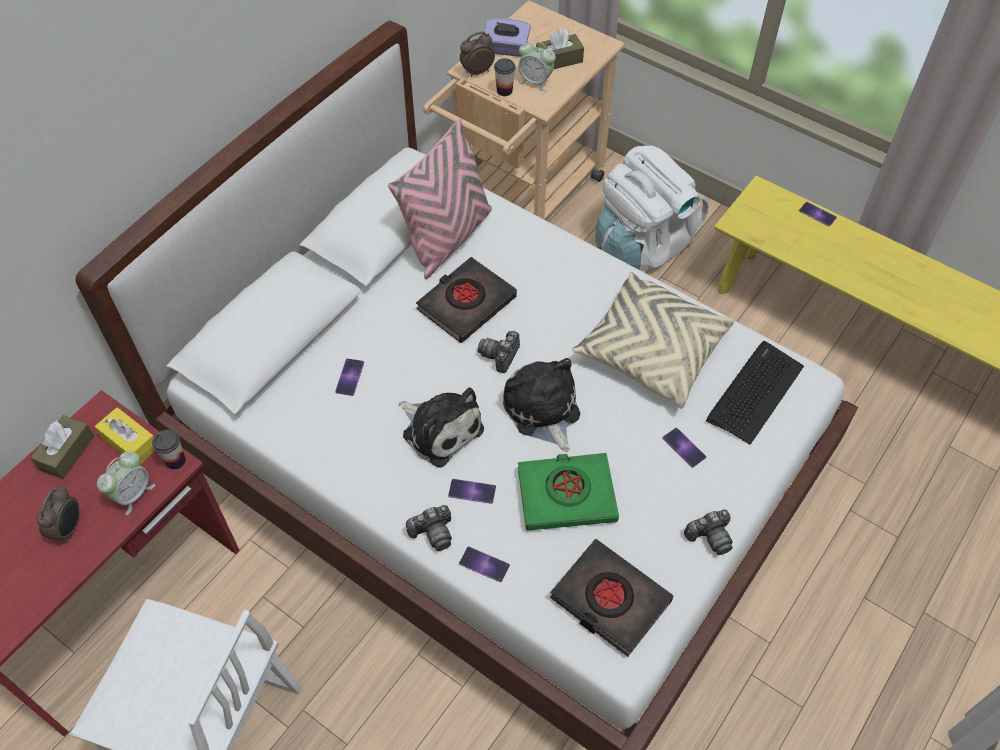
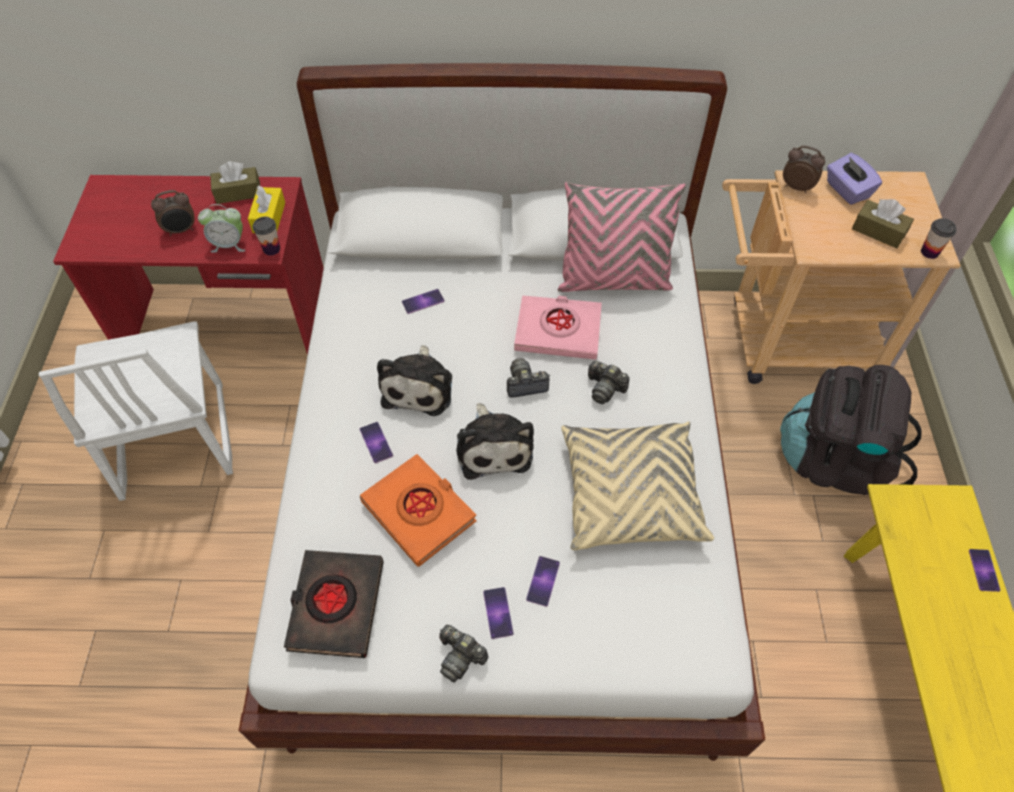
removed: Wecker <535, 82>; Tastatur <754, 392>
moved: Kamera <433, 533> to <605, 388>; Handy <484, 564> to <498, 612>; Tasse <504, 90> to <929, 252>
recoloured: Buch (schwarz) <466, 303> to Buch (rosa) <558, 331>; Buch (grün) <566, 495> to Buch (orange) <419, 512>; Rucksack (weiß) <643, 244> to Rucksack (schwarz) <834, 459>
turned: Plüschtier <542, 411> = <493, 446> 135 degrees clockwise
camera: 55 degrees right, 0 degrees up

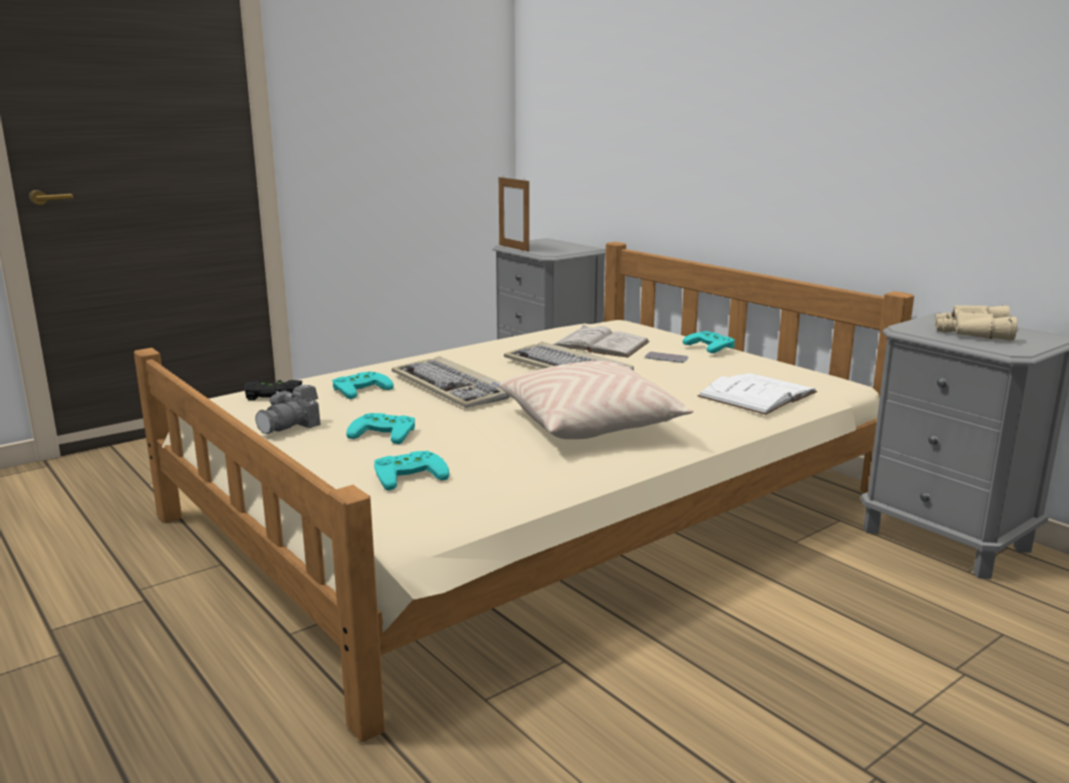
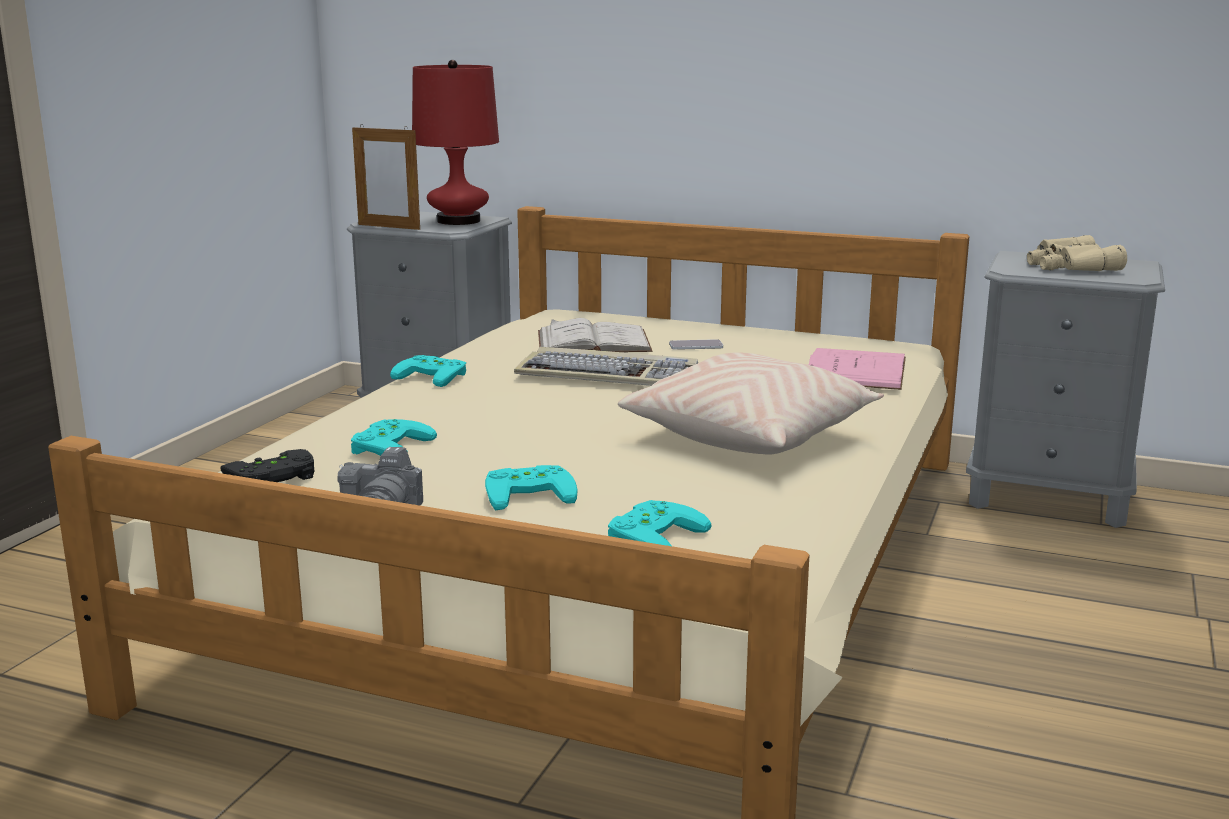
removed: Tastatur <452, 387>
added: Tischlampe (rot) <458, 221>
moved: Gamepad (türkis) <712, 346> to <434, 376>
recoloured: Buch (weiß) <757, 394> to Buch (rosa) <856, 370>
camera: 30 degrees left, 0 degrees up

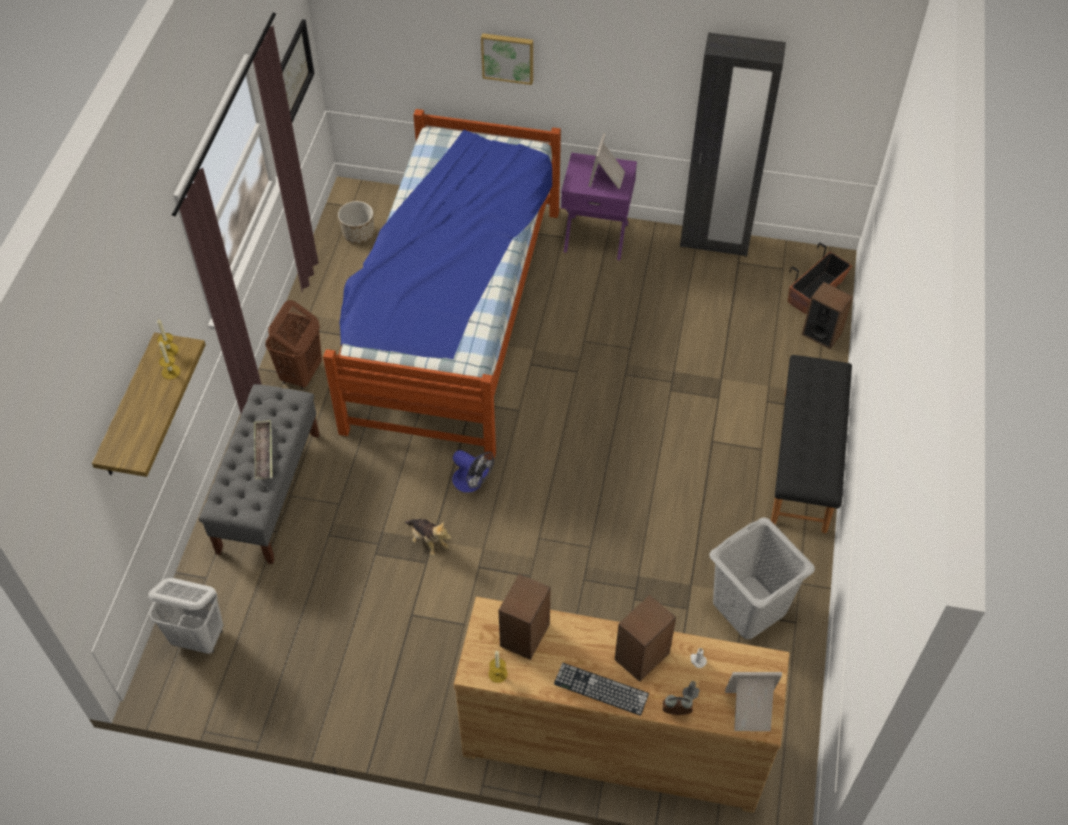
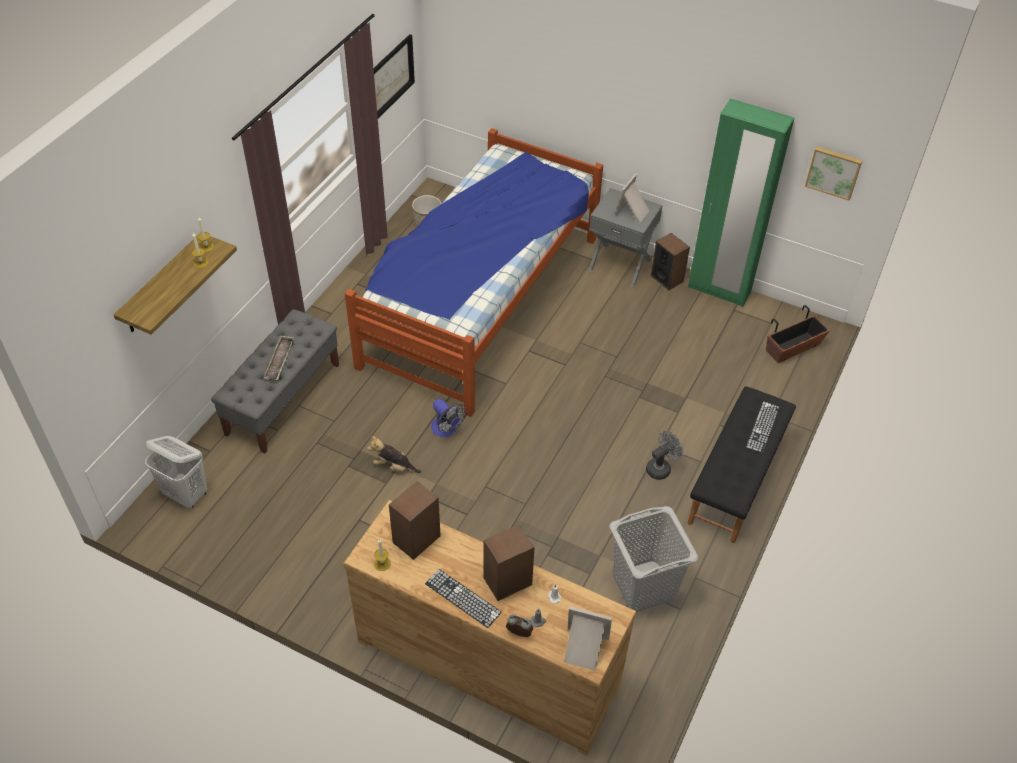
removed: Wäschekorb (braun) <301, 374>
added: Ventilator (grau) <661, 468>; Tastatur <762, 427>
moved: Bild <508, 57> to <833, 172>; Lautsprecher <822, 333> to <667, 278>
recoloured: Nachttisch (lila) <596, 236> to Nachttisch (grau) <620, 264>; Kleiderschrank (schwarz) <714, 242> to Kleiderschrank (grün) <719, 290>
turned: Plüschtier <428, 541> = <394, 466> 135 degrees clockwise
camera: 15 degrees right, 5 degrees down

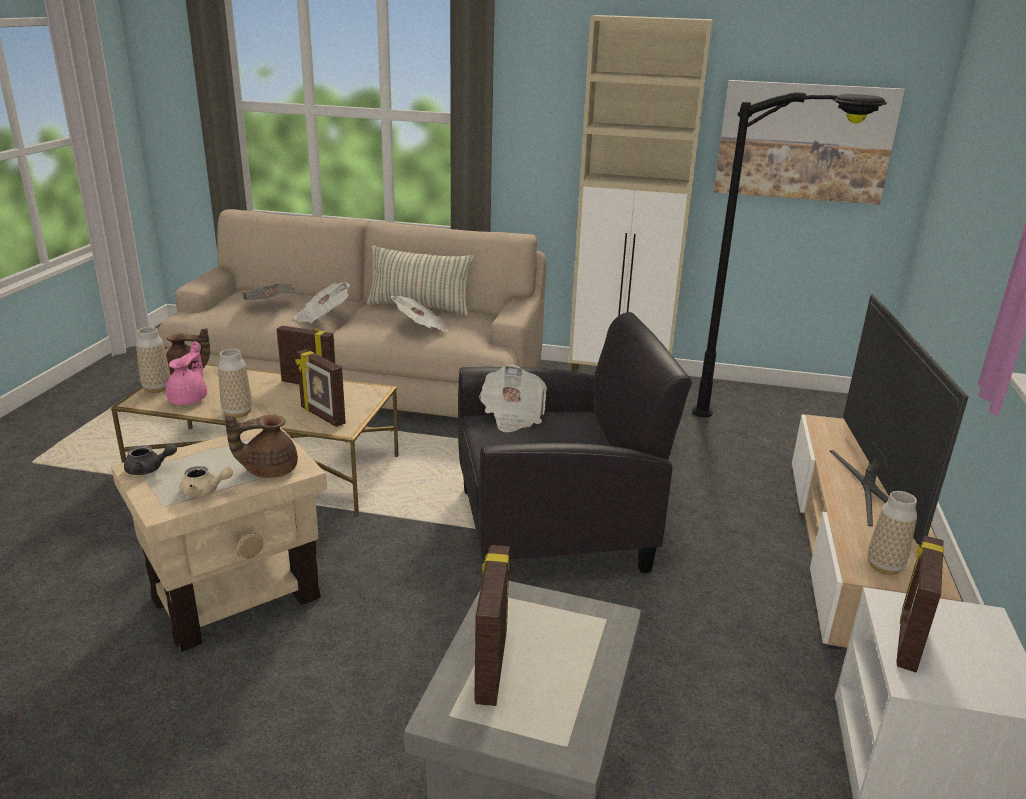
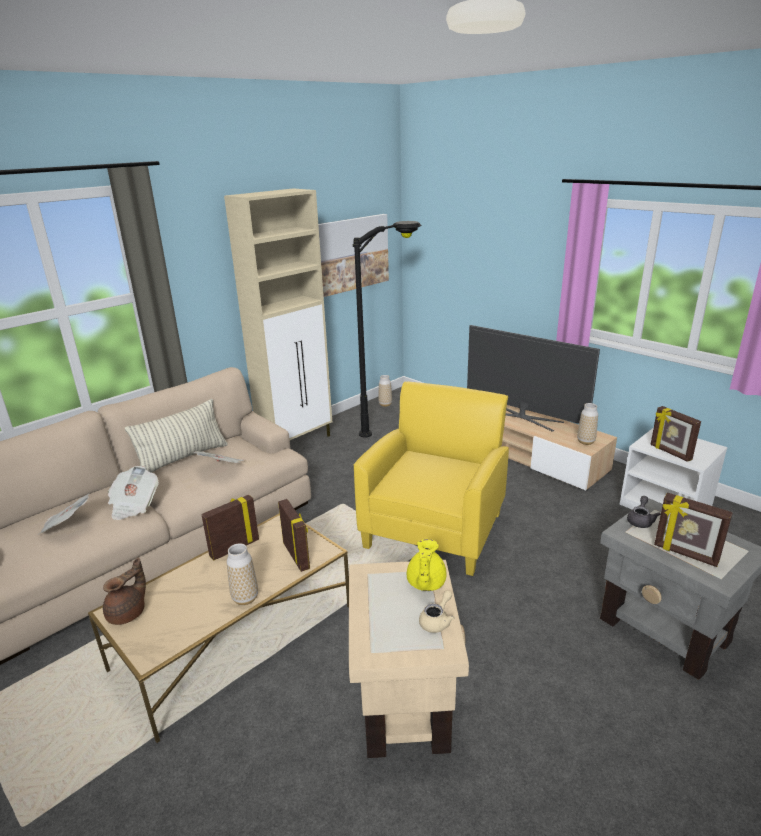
removed: Teekanne (rosa) <189, 399>; Zeitung <512, 416>
moved: Teekanne (grau) <149, 469> to <640, 520>; Vase <157, 389> to <385, 404>
recoloured: Teekanne (braun) <268, 470> to Teekanne (gelb) <425, 583>; Sessel (schwarz) <554, 528> to Sessel (gelb) <435, 529>
turned: Bilderrahmen <322, 416> = <297, 555> 105 degrees counterclockwise
camera: 55 degrees left, 0 degrees up

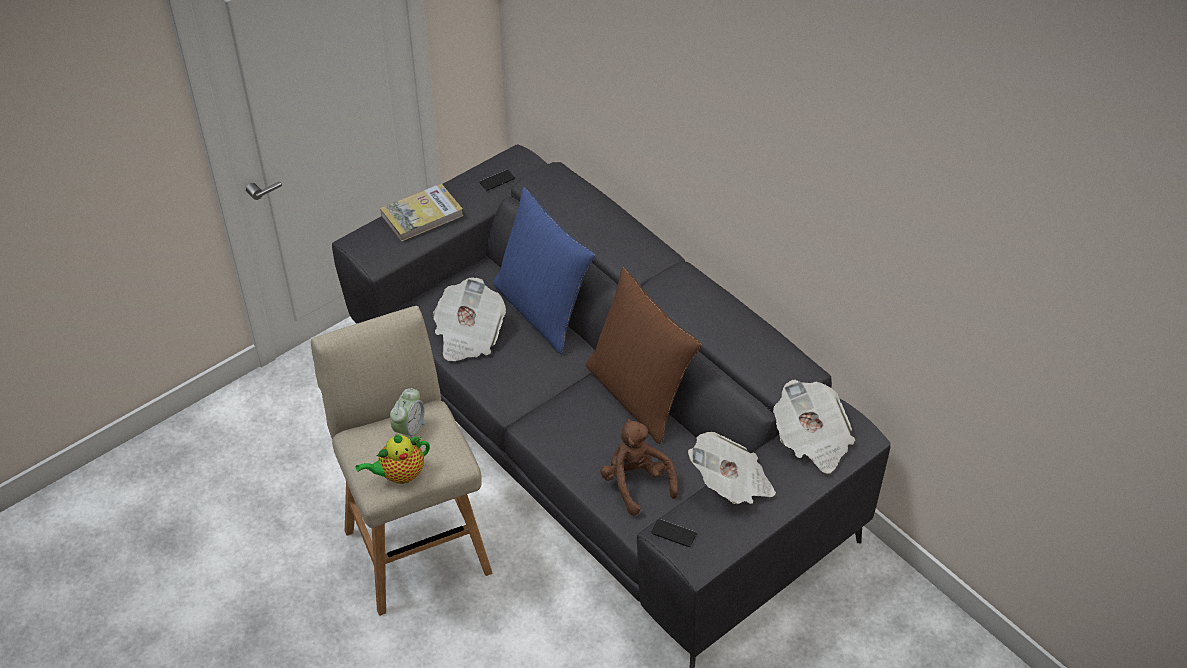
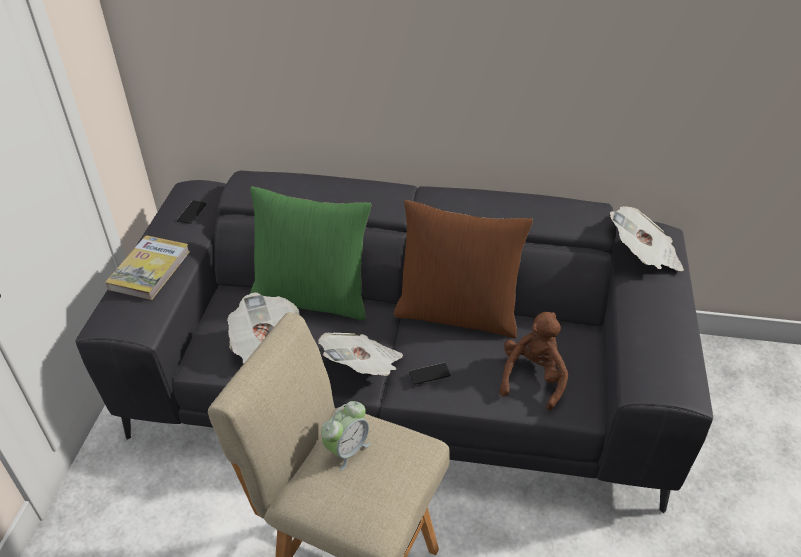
removed: Teekanne <399, 474>
moved: Handy <673, 533> to <429, 374>; Zeitung <731, 484> to <363, 367>
recoloured: Kissen (blau) <542, 310> to Kissen (grün) <312, 297>
turned: Wecker <409, 430> = <347, 450> 60 degrees clockwise; Plüschtier (braun) <636, 483> = <533, 378> 90 degrees clockwise
camera: 40 degrees left, 5 degrees down

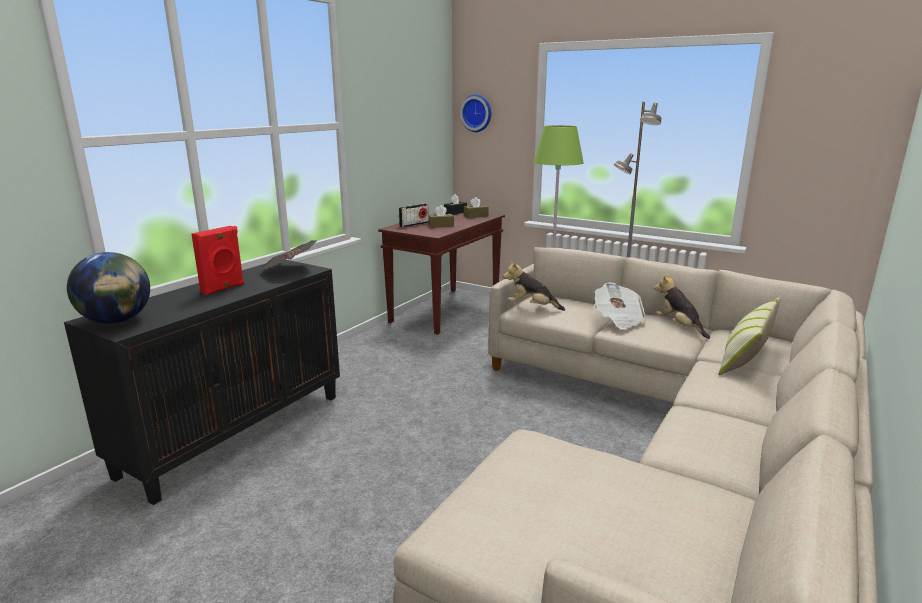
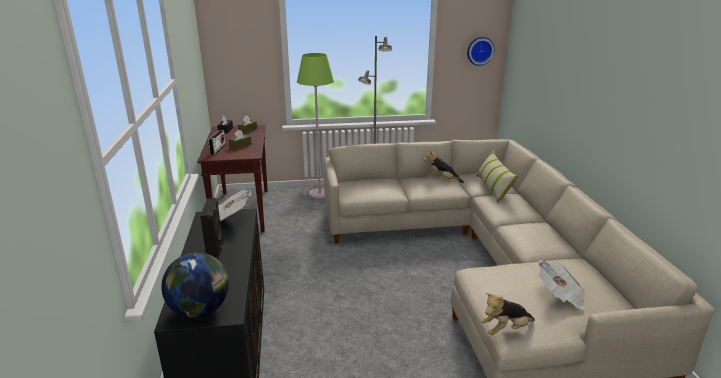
moved: Wanduhr <477, 113> to <479, 50>; Plüschtier <531, 307> to <505, 329>; Zeitung <618, 319> to <560, 295>
recoloured: Lautsprecher (rot) <224, 288> to Lautsprecher (schwarz) <216, 252>
camera: 40 degrees left, 5 degrees up

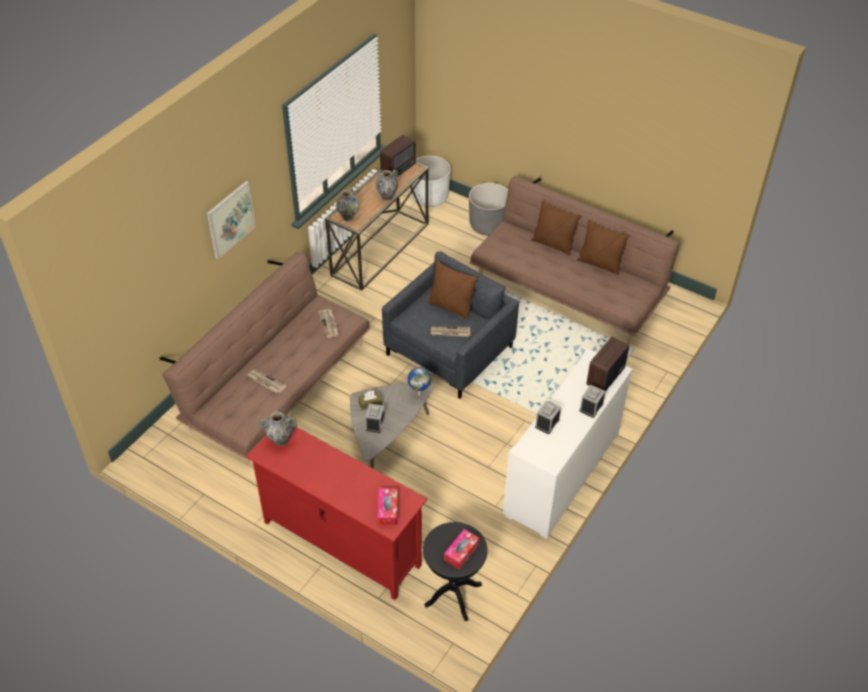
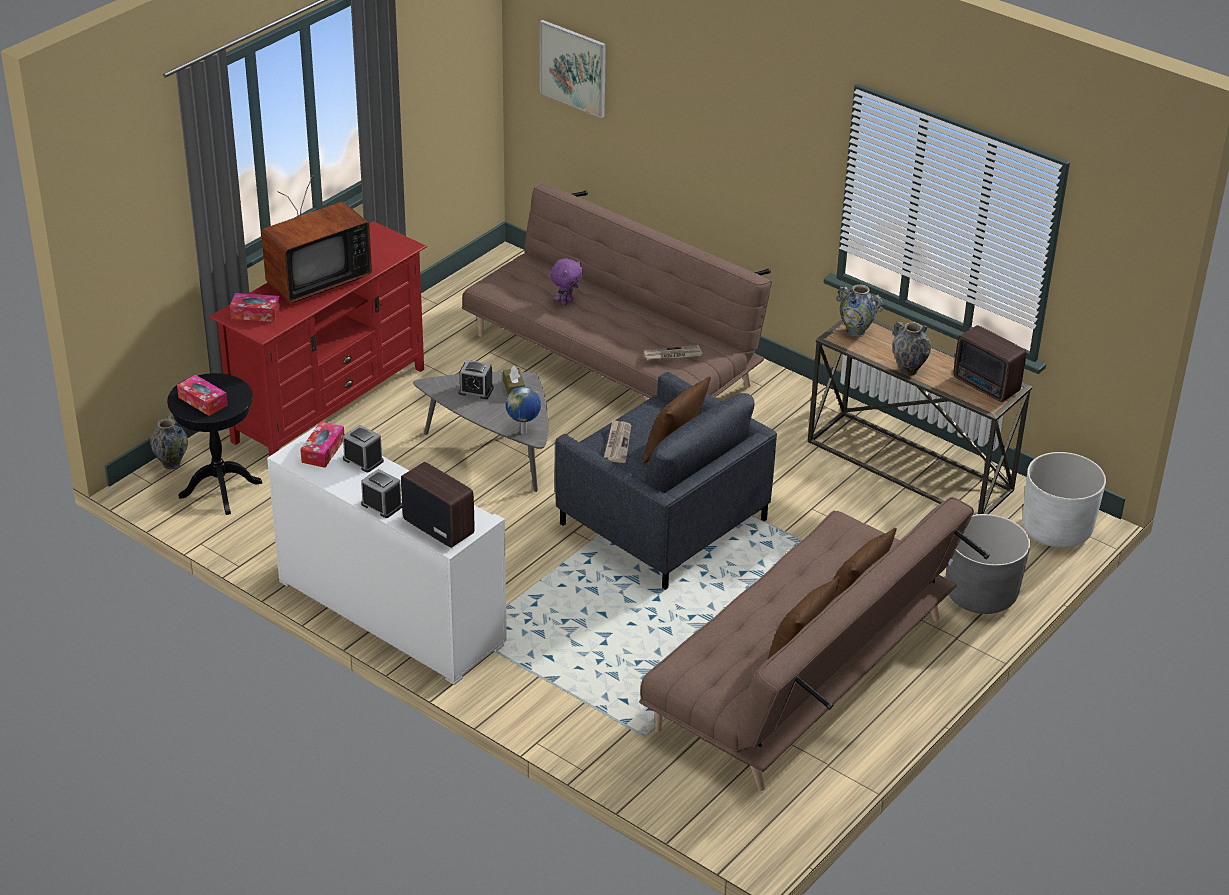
added: Fernseher <314, 280>; Taschentuchbox <323, 451>
moved: Bild <230, 219> to <573, 68>; Vase <281, 440> to <171, 463>
replaced: Zeitung <266, 382> to Plüschtier (lila) <566, 301>
camera: 95 degrees right, 10 degrees down

